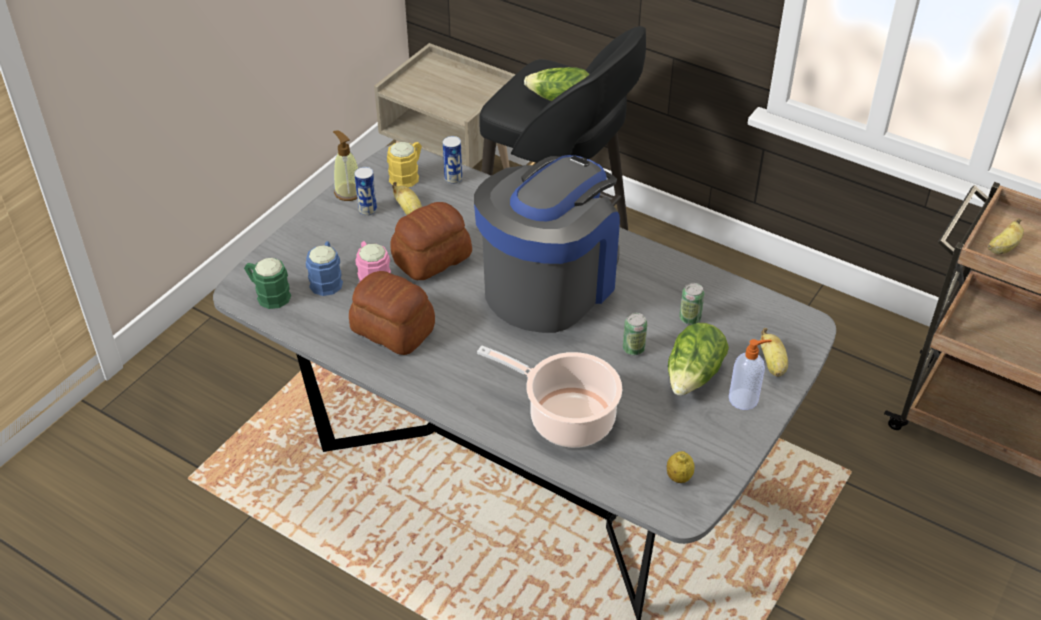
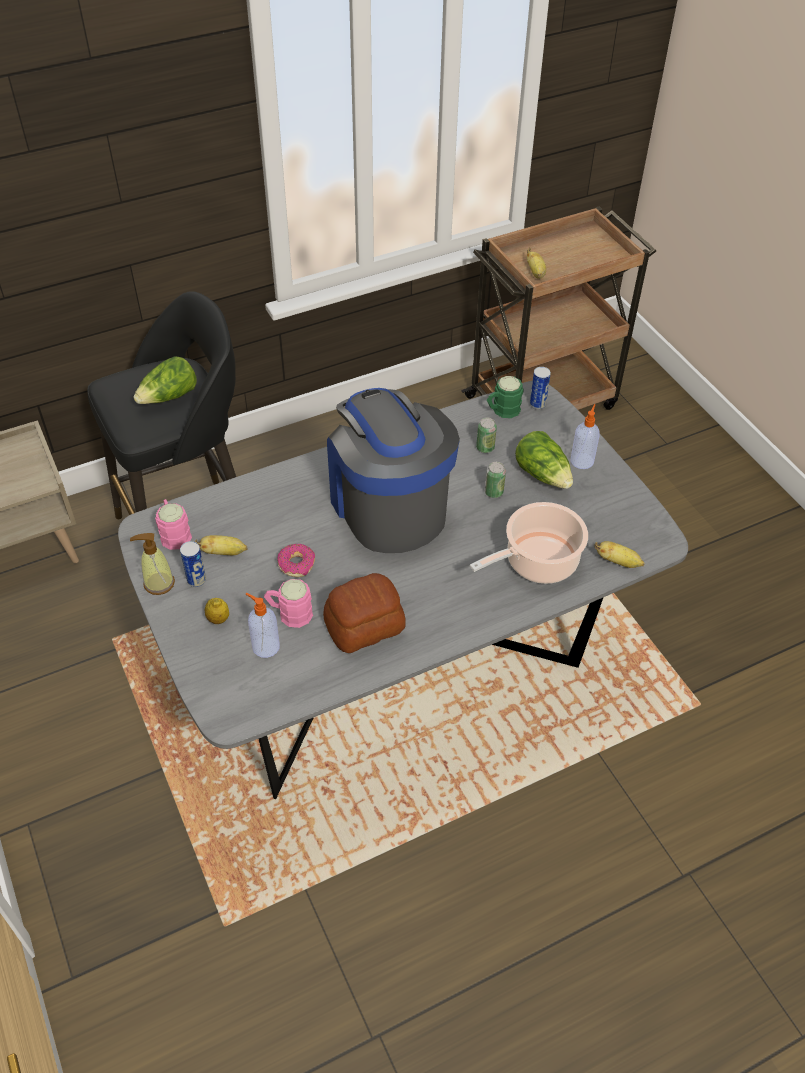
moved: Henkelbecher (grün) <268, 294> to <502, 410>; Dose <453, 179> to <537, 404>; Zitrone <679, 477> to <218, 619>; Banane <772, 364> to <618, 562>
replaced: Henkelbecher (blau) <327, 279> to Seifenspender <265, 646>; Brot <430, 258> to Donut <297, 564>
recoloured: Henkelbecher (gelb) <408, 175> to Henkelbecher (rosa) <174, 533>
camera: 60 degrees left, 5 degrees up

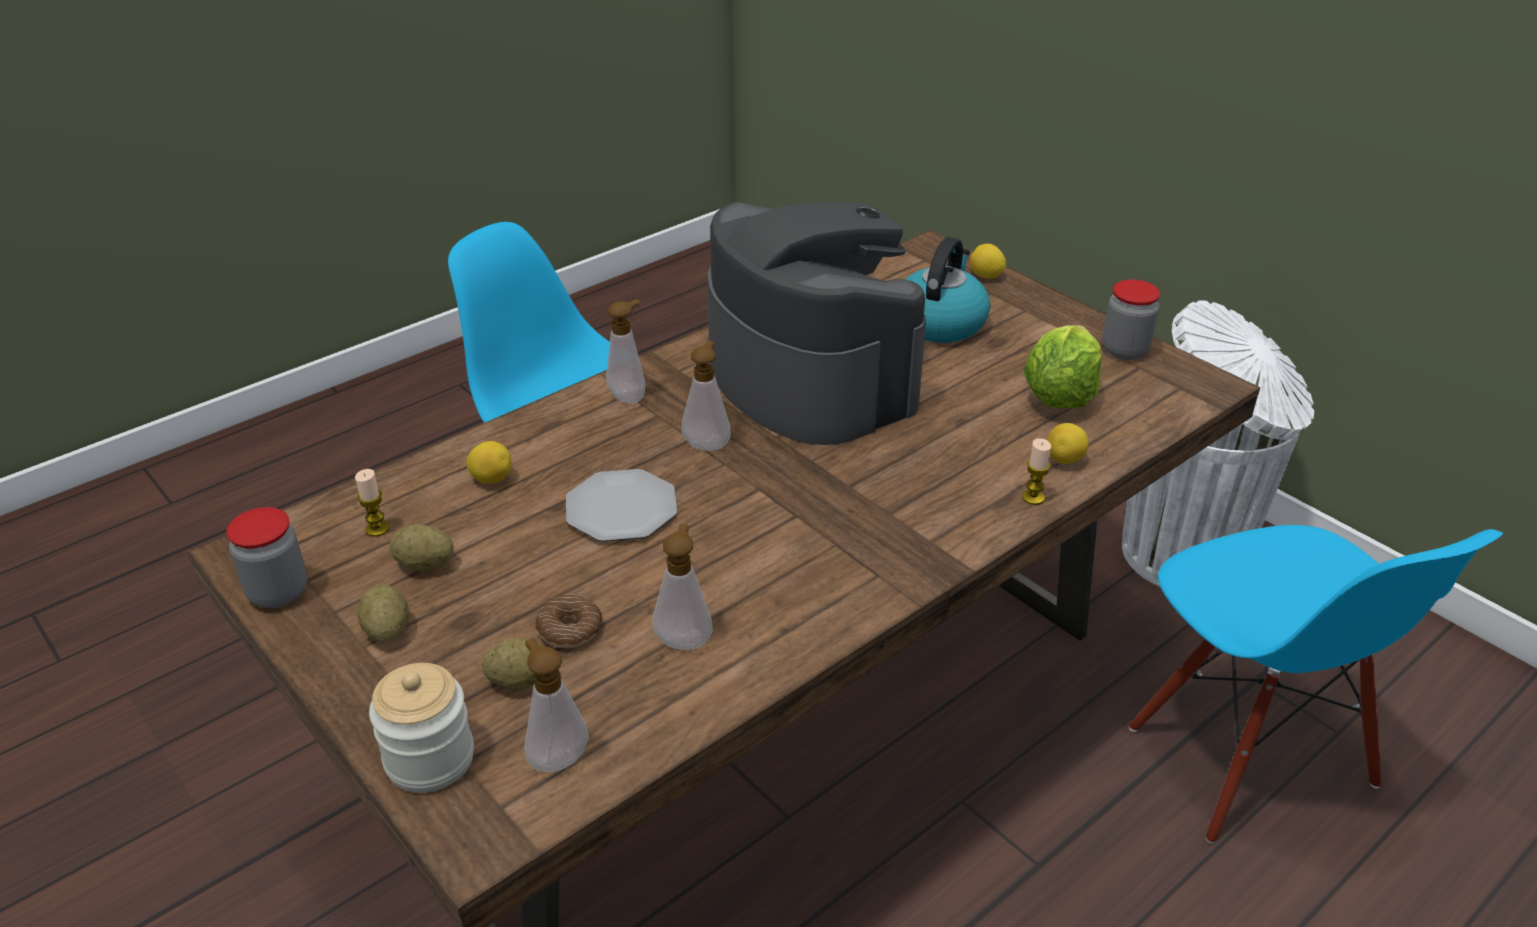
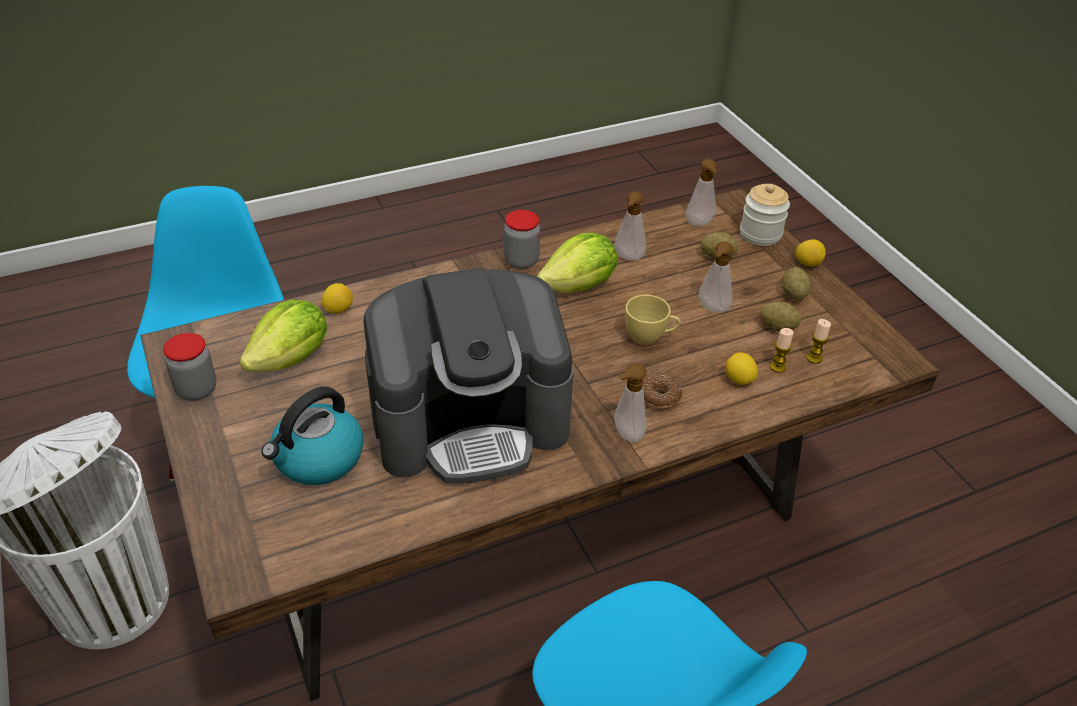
added: Salatkopf <579, 286>
moved: Vorratsglas <278, 592> to <521, 261>; Donut <569, 629> to <659, 397>; Seifenspender <707, 443> to <712, 309>; Zitrone <986, 276> to <807, 263>; Kerze <1033, 497> to <777, 367>
replaced: Teller <620, 510> to Tasse (gelb) <650, 337>
turned: Kaffeemaschine <809, 377> = <470, 421> 90 degrees counterclockwise
camera: 165 degrees left, 5 degrees up

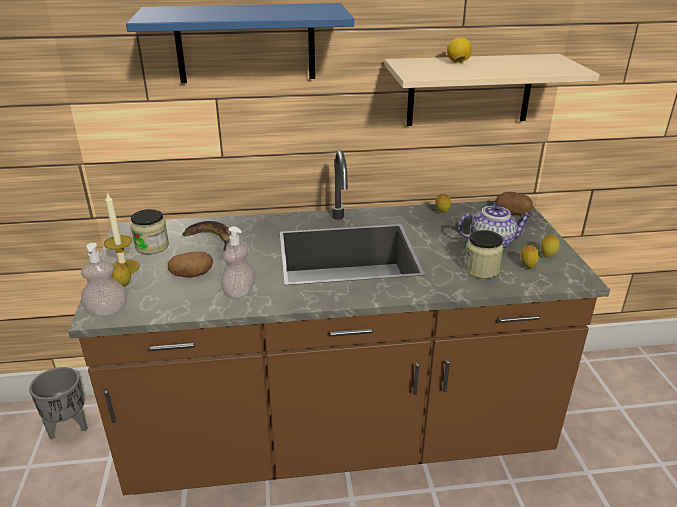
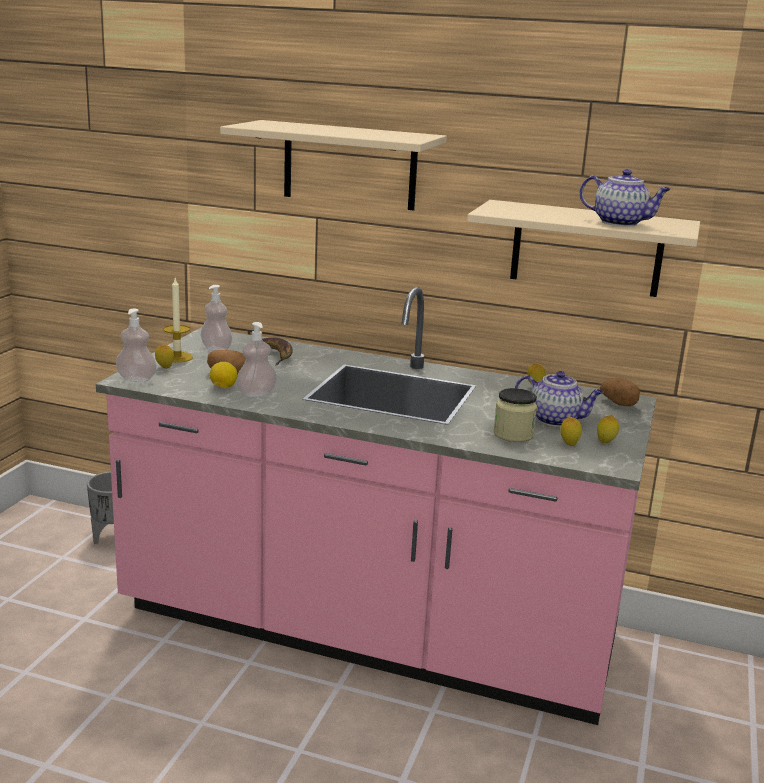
added: Teekanne <621, 223>
moved: Zitrone <458, 62> to <223, 387>
replaced: Vorratsglas <152, 246> to Seifenspender <216, 349>
recoloured: Küchenzeile (braun) <338, 433> to Küchenzeile (rosa) <369, 629>; Wandregal (blau) <246, 43> to Wandregal (beige) <349, 165>
camera: 25 degrees right, 10 degrees down

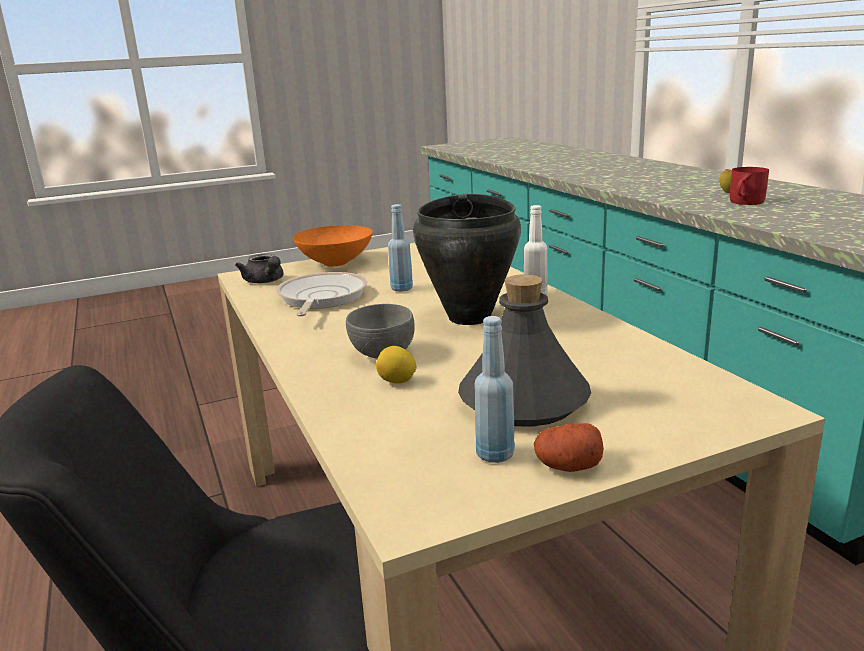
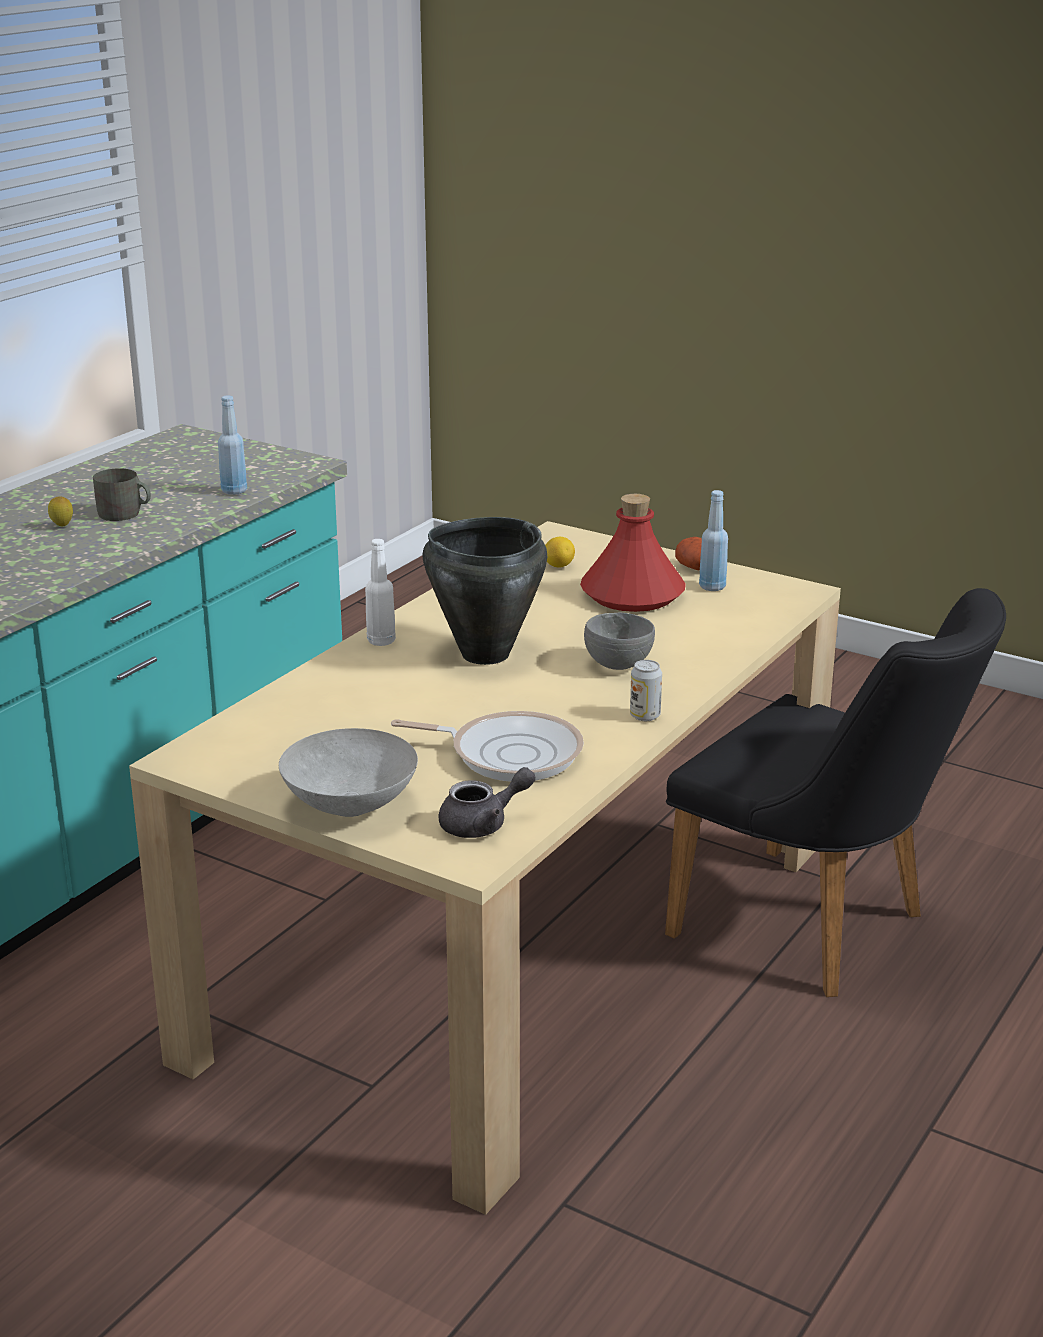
added: Dose <645, 716>
moved: Zitrone <397, 382> to <558, 566>; Flasche (blau) <401, 289> to <234, 491>
recoloured: Schüssel (orange) <337, 263> to Schüssel (grau) <349, 805>; Flasche (grau) <523, 401> to Flasche (rot) <632, 595>; Henkelbecher (rot) <744, 202> to Henkelbecher (grau) <124, 514>
turned: Teekanne (grau) <265, 281> = <483, 824> 45 degrees clockwise; Pfanne <320, 298> = <509, 753> 135 degrees counterclockwise
camera: 125 degrees left, 5 degrees up

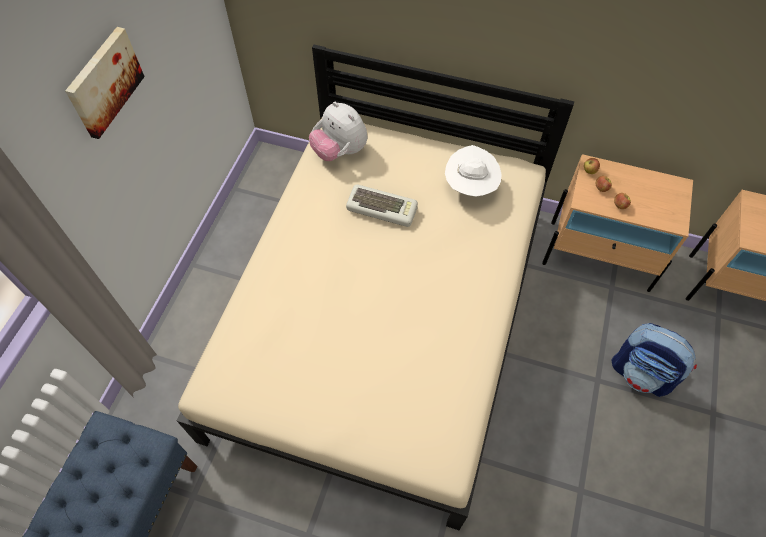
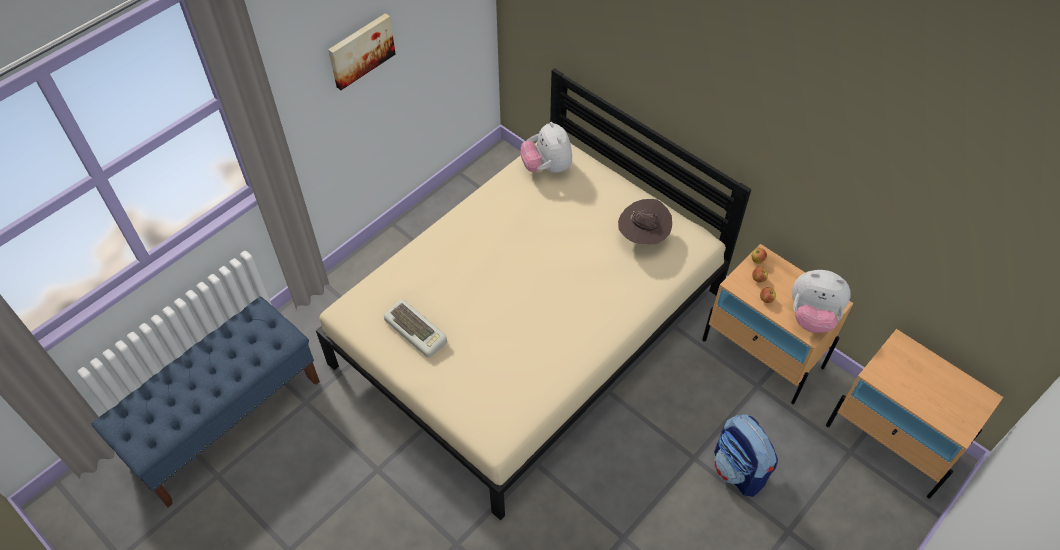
added: Plüschtier <812, 316>
moved: Tastatur <383, 208> to <417, 331>
recoloured: Hut (weiß) <470, 187> to Hut (braun) <643, 237>
camera: 25 degrees right, 5 degrees down

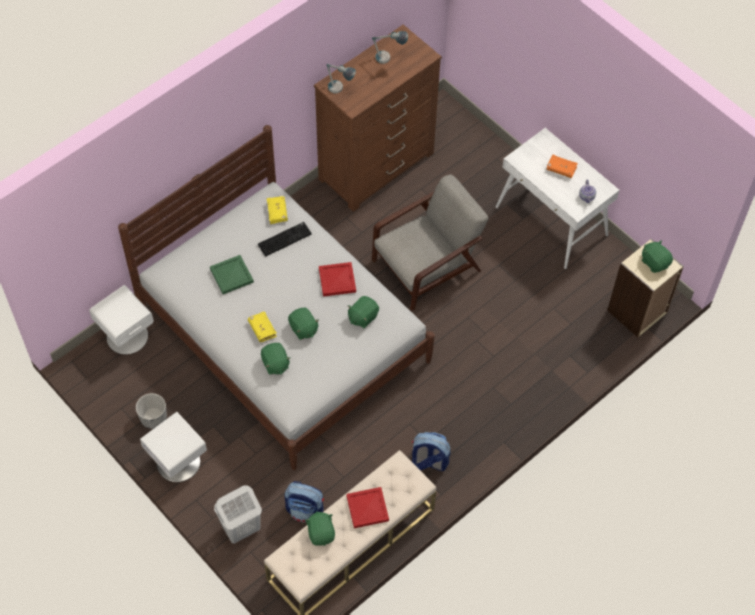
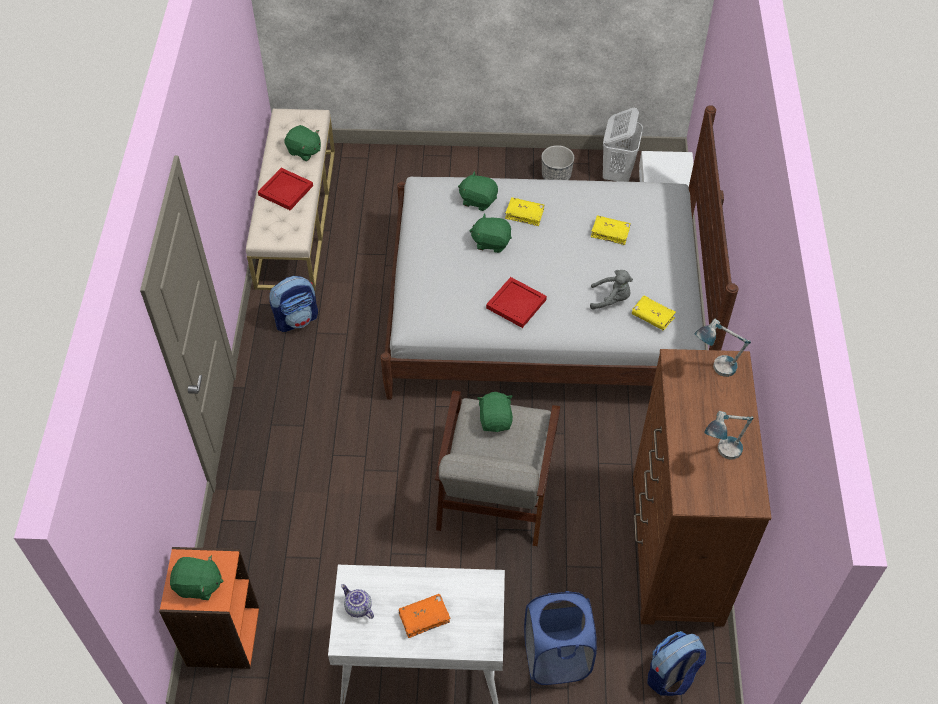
removed: Nachttisch (weiß) <178, 462>
added: Wäschekorb (blau) <556, 658>
moved: Wäschekorb (weiß) <240, 529> to <617, 173>; Rucksack <305, 510> to <671, 676>; Plüschtier (grün) <362, 317> to <495, 420>
replaced: Tablett (grün) <232, 275> to Buch (gelb) <610, 233>; Tastatur <284, 238> to Plüschtier (grau) <611, 299>
recoloured: Bücherregal (beige) <637, 312> to Bücherregal (orange) <222, 636>
camera: 135 degrees right, 5 degrees down

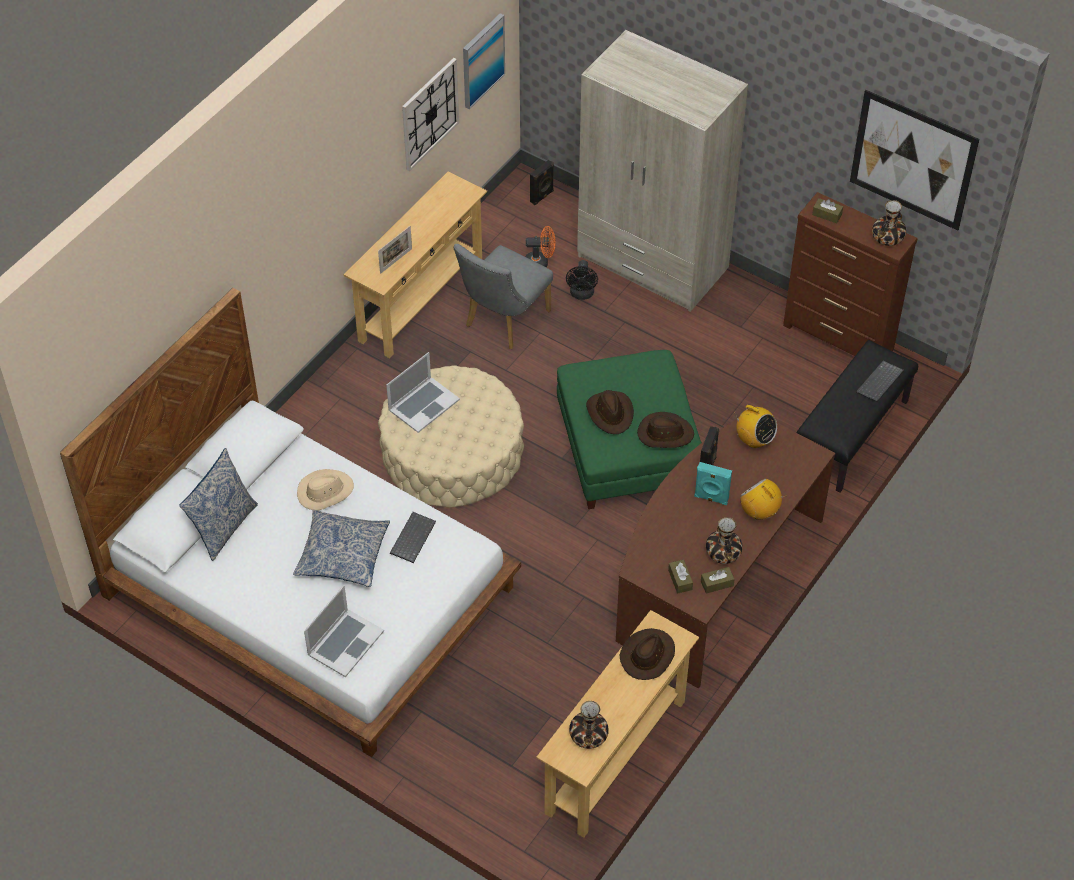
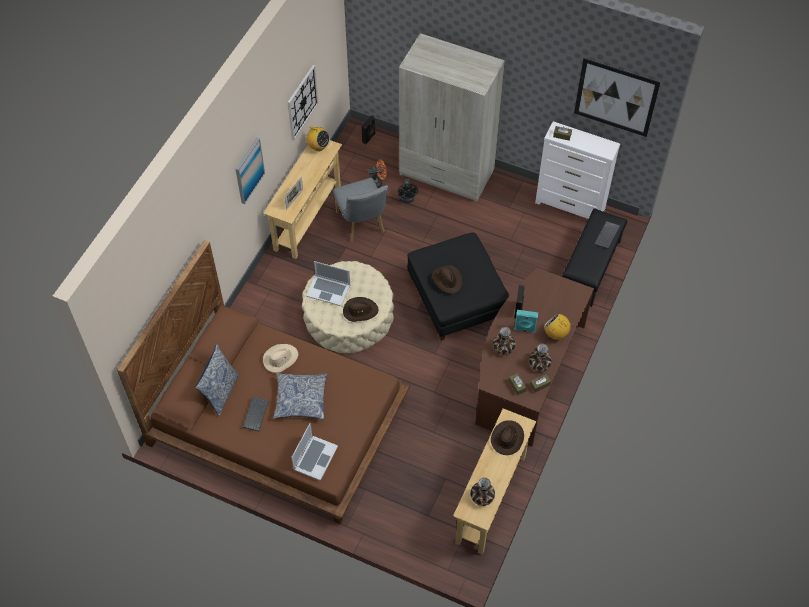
moved: Tastatur <412, 537> to <255, 413>; Bild <482, 60> to <249, 170>; Hut (braun) <665, 433> to <360, 311>; Radio <754, 440> to <318, 146>; Vase <887, 237> to <503, 347>
recoloured: Bett (weiß) <312, 590> to Bett (braun) <280, 420>; Polsterhocker (grün) <628, 449> to Polsterhocker (schwarz) <457, 298>; Kommode (braun) <839, 338> to Kommode (weiß) <570, 206>
turned: Laptop <423, 404> = <328, 290> 75 degrees clockwise; Stuhl (grau) <503, 322> = <362, 225> 45 degrees counterclockwise
camera: 10 degrees left, 5 degrees up

